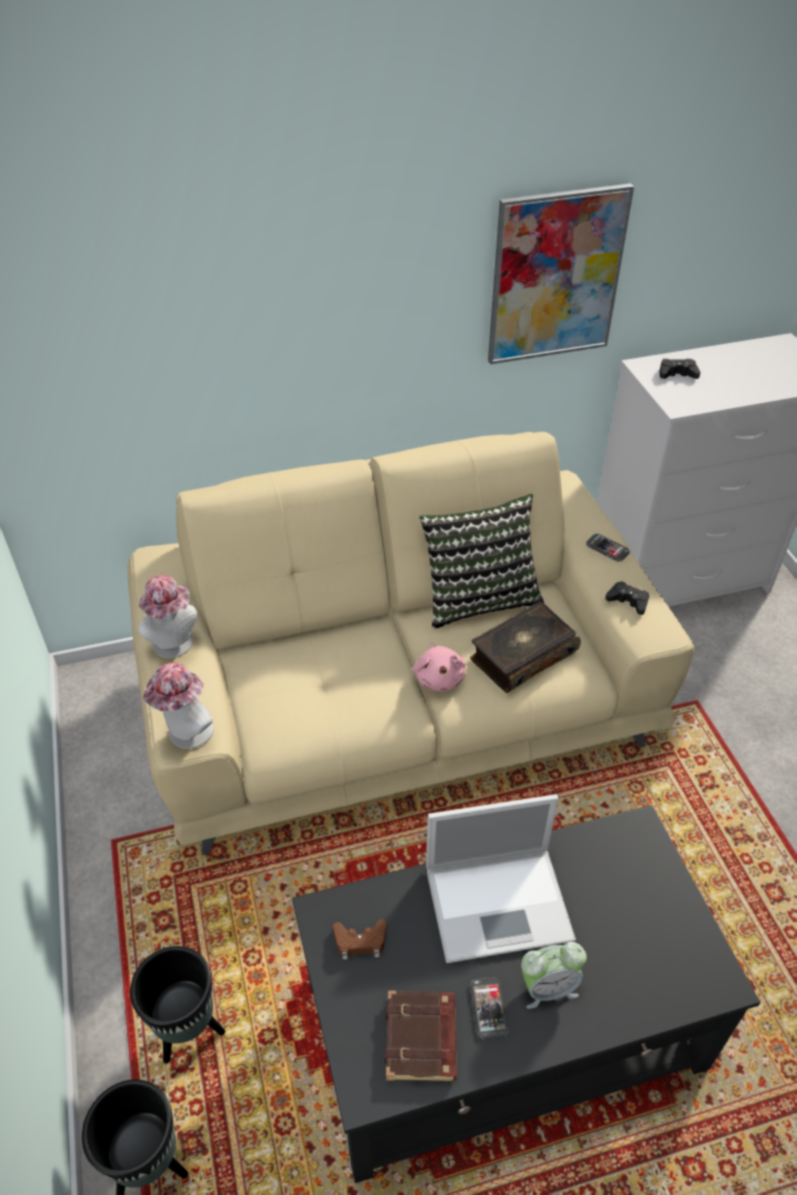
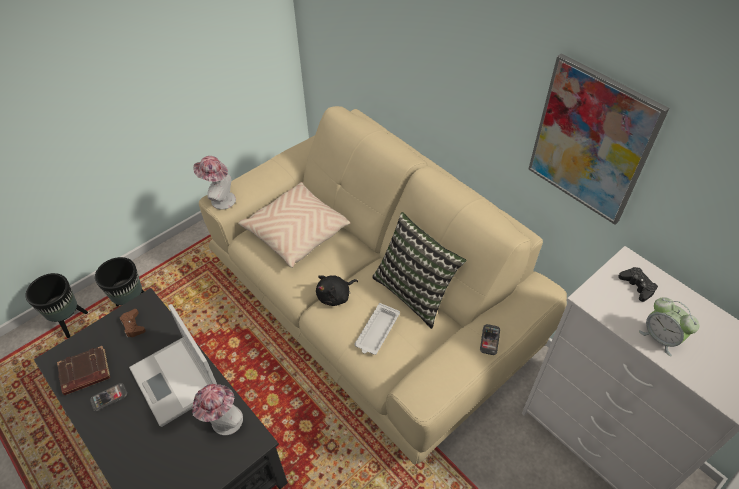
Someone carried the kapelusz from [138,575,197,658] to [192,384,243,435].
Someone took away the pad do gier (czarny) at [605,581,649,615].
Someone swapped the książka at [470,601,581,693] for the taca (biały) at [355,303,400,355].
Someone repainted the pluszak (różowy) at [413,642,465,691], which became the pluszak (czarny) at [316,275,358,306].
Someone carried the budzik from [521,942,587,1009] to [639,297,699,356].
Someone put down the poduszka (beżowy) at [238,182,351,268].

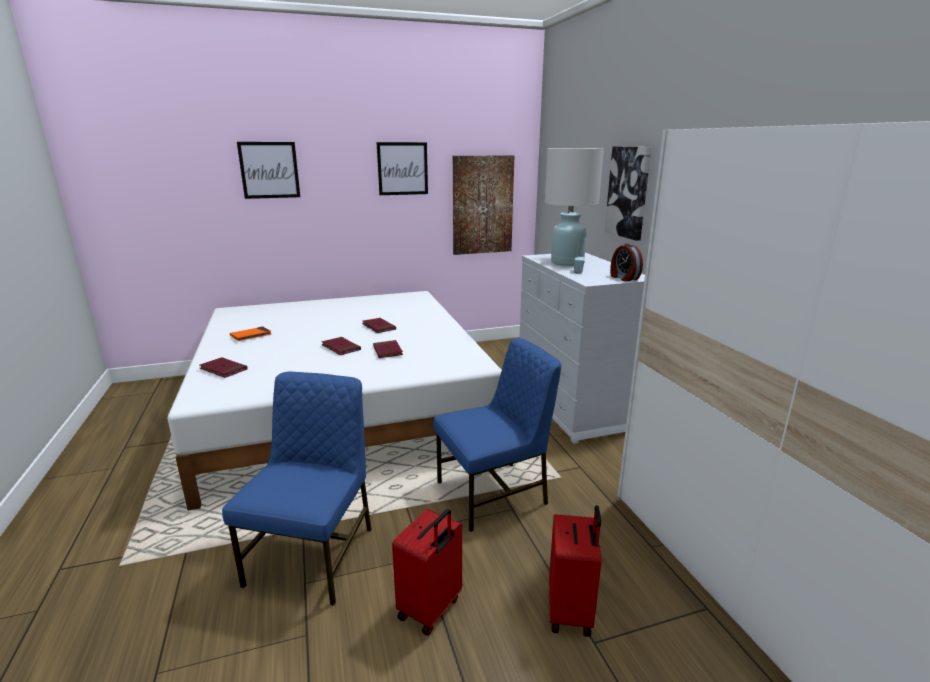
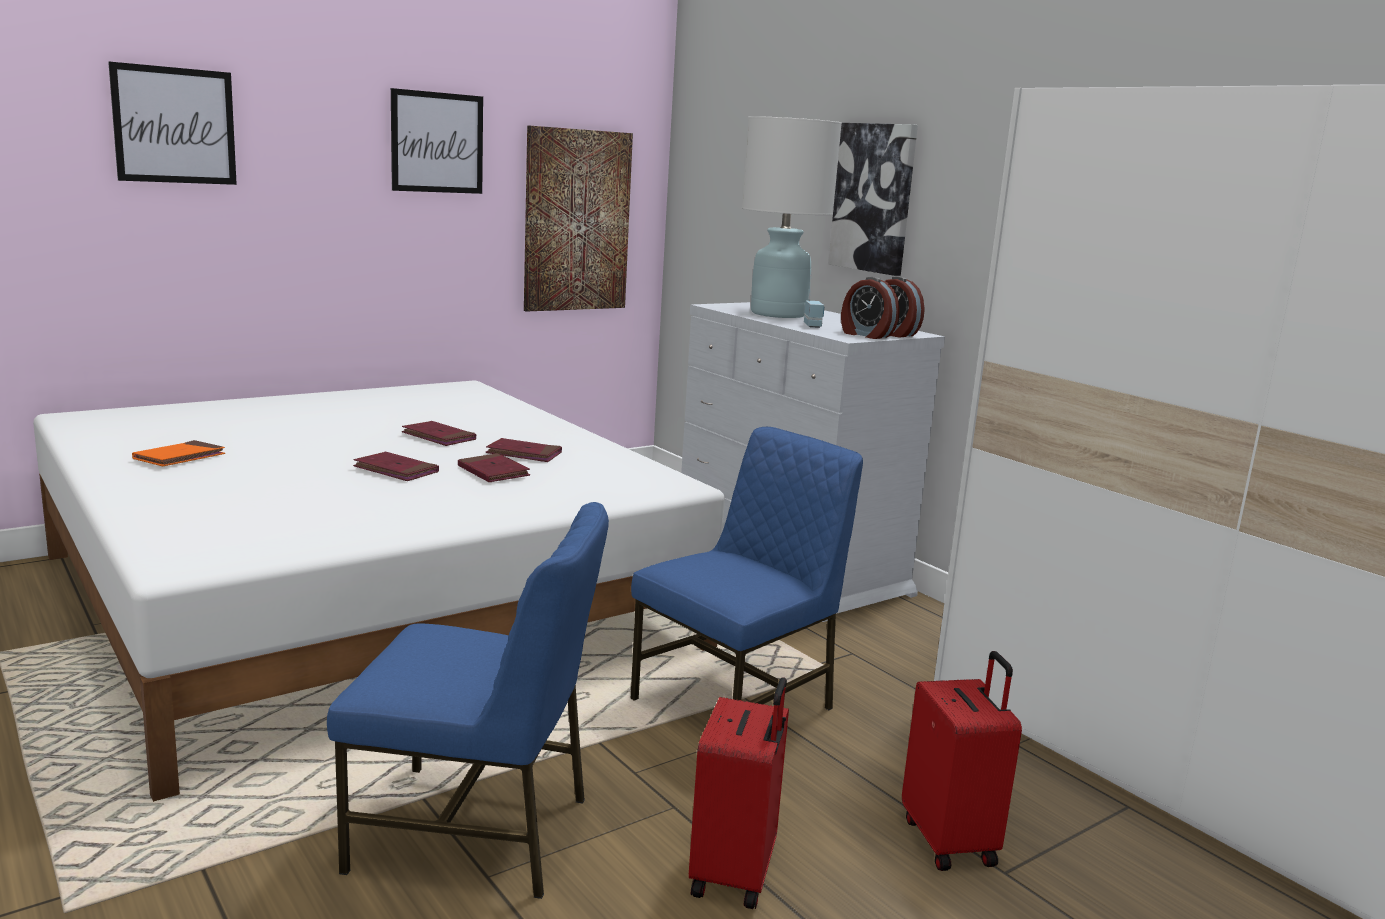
Someone carried the książka (czerwony) from [200,357,248,378] to [485,438,562,462].
Someone rotated the krzesło (niebieski) at [222,372,372,606] by 105 degrees clockwise.
Someone put down the budzik at [841,277,900,339].

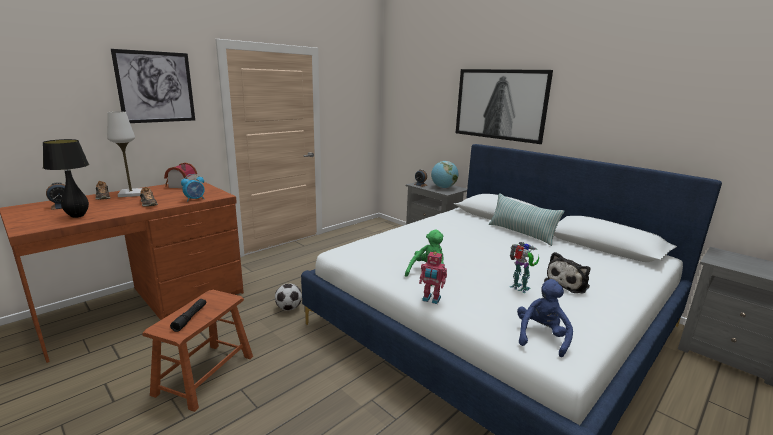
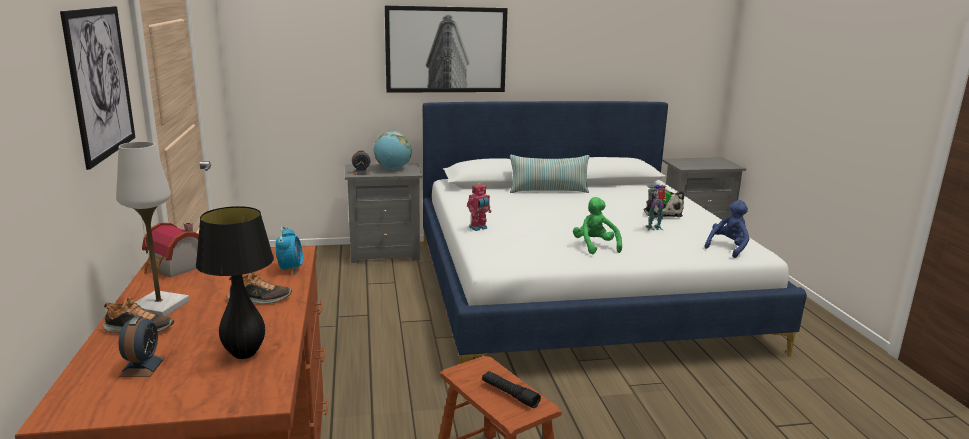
Someone carried the robot zabawkowy from [419,251,447,304] to [467,183,492,231].
Someone rotated the pluszak (niebieski) at [517,279,573,357] by 75 degrees clockwise.
Someone took away the piłka futbolowa at [275,284,302,311].

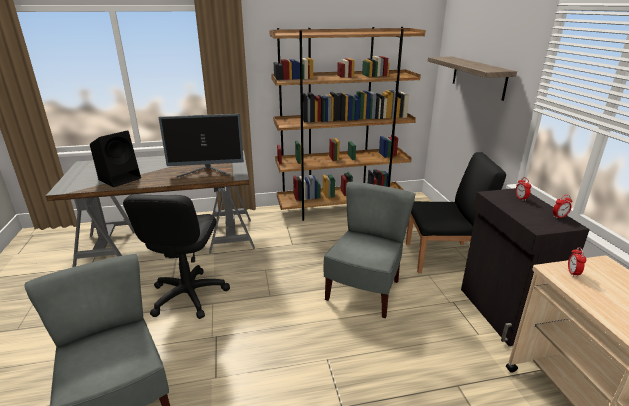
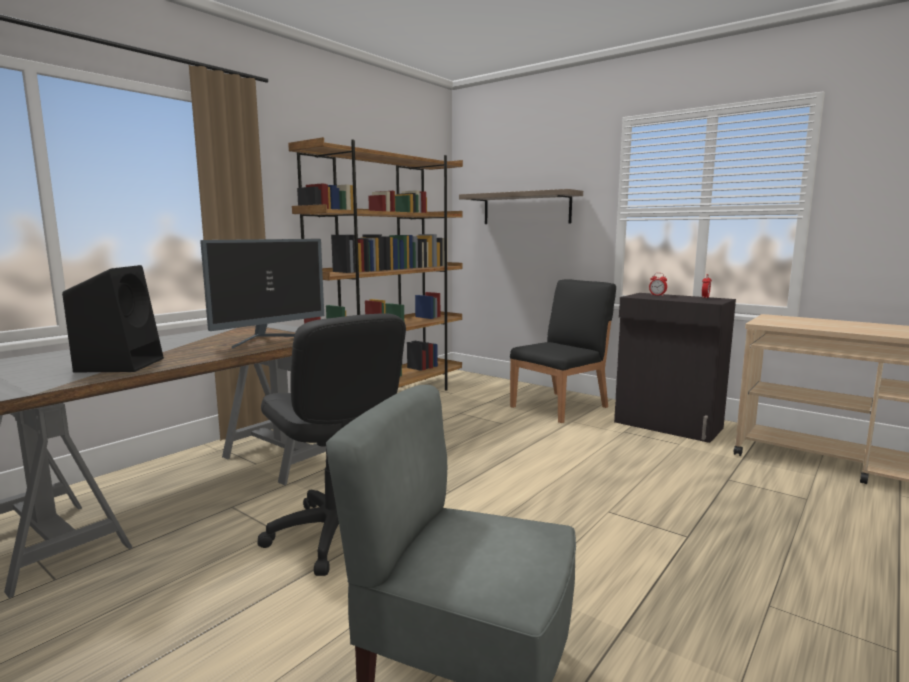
Someone took away the krzesło (szary) at [324,182,415,318].
Someone took away the budzik at [568,247,586,278].

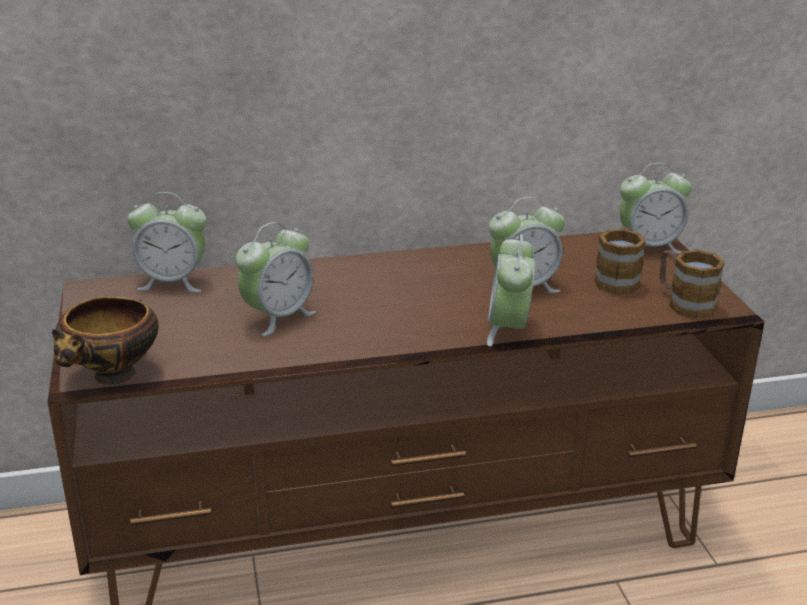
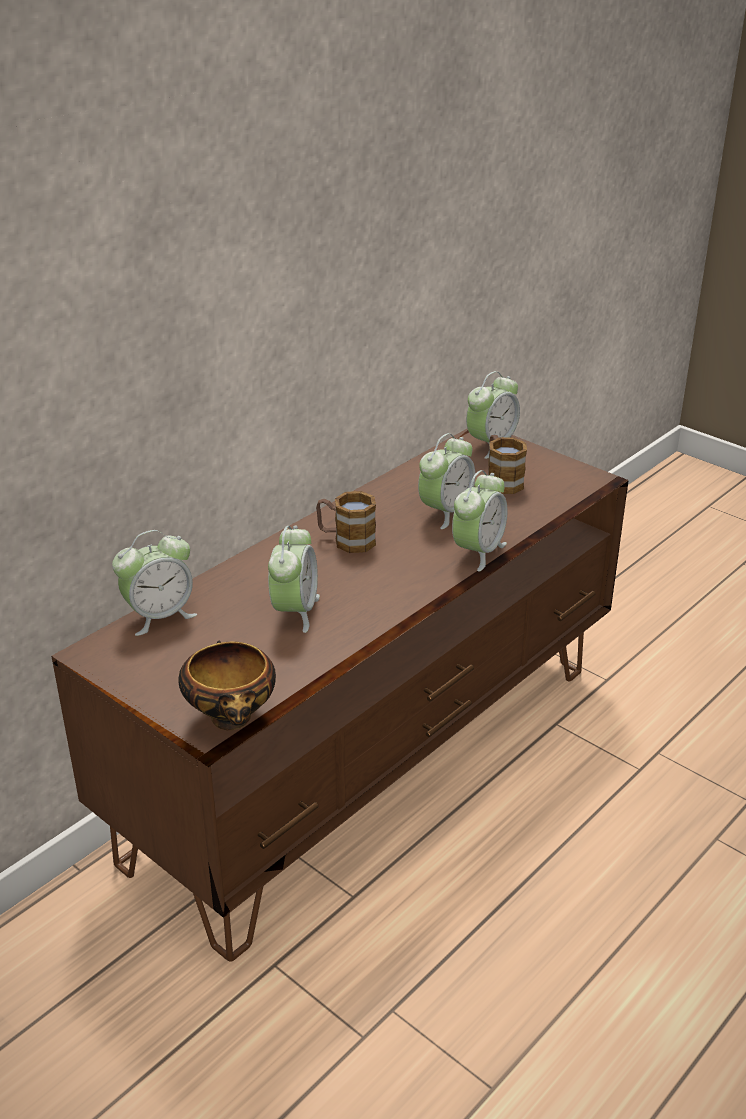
Someone rotated the budzik at [487,234,535,346] by 120 degrees counterclockwise.
Someone carried the kubek from [659,250,725,319] to [316,491,376,553].

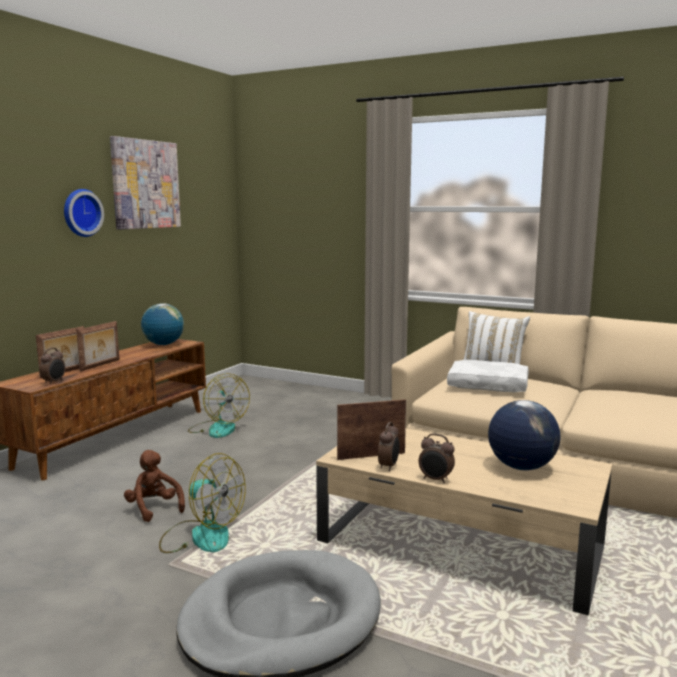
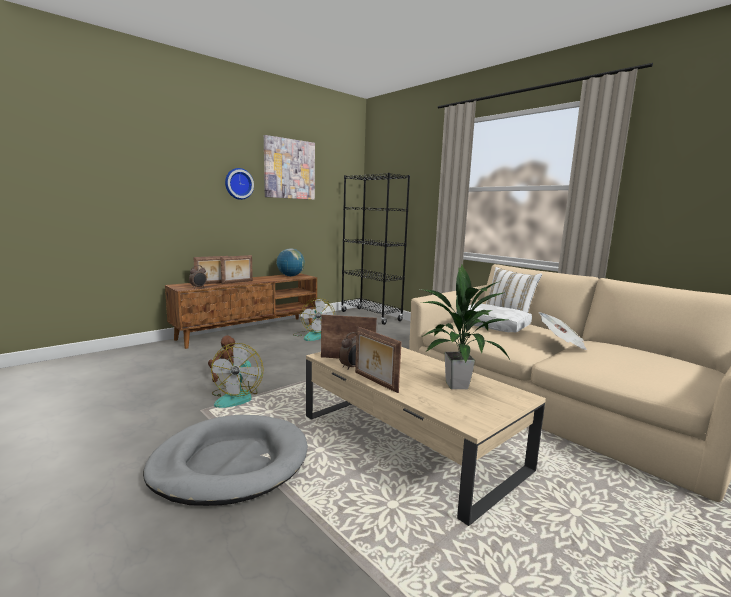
Someone swapped the globus at [488,400,561,470] for the roślina doniczkowa at [420,265,512,389].
Someone swapped the budzik at [419,433,455,483] for the ramka na zdjęcie at [355,326,401,393].
Someone rotated the wentylator at [159,453,246,553] by 45 degrees clockwise.
Someone put down the regał (czarny) at [341,173,410,325].
Someone put down the gazeta at [538,312,587,350].

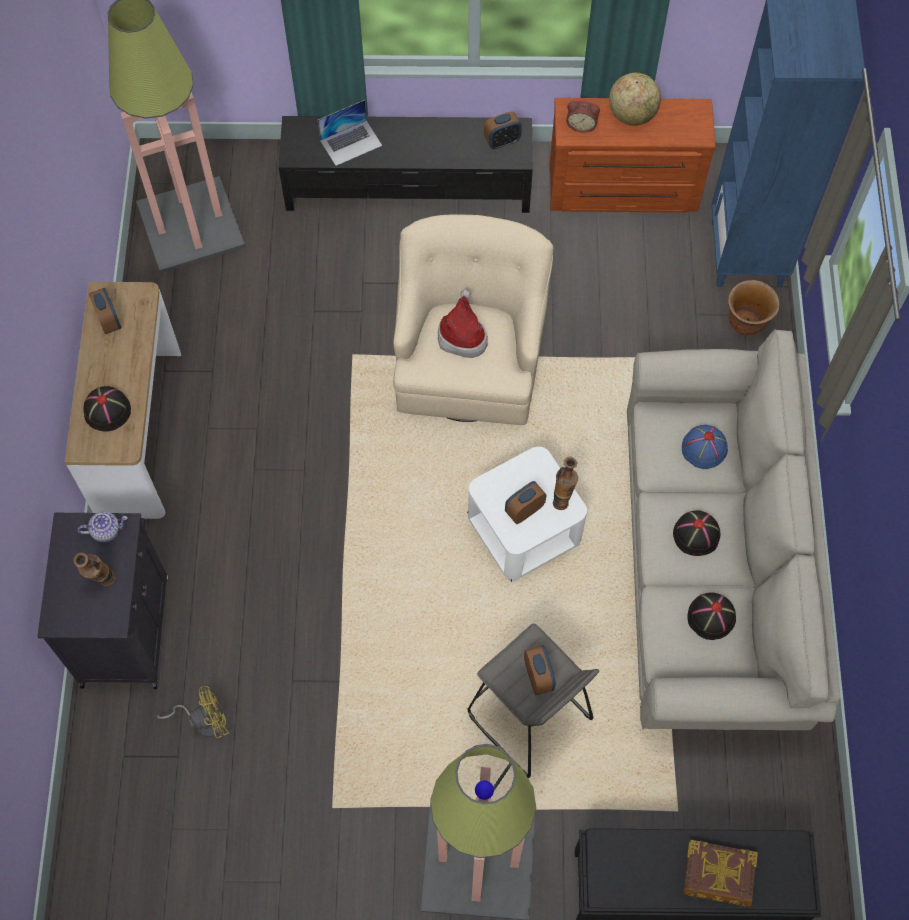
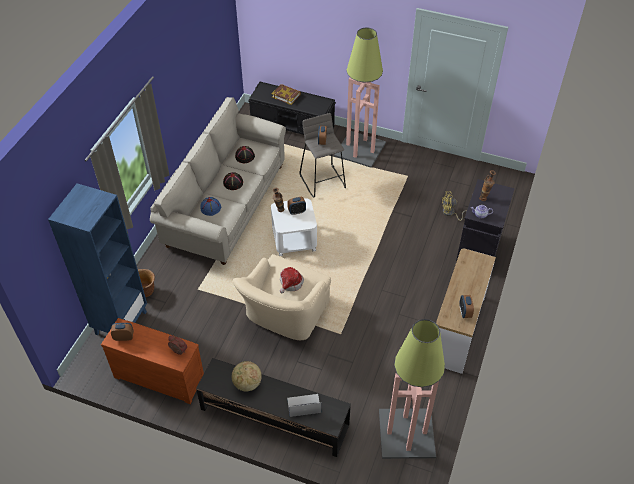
Someone carried the globus from [609,73,661,126] to [232,361,262,391].
Someone carried the budzik from [484,111,522,149] to [111,323,134,341].
Someone took away the kapelusz (czarny) at [83,386,131,431].

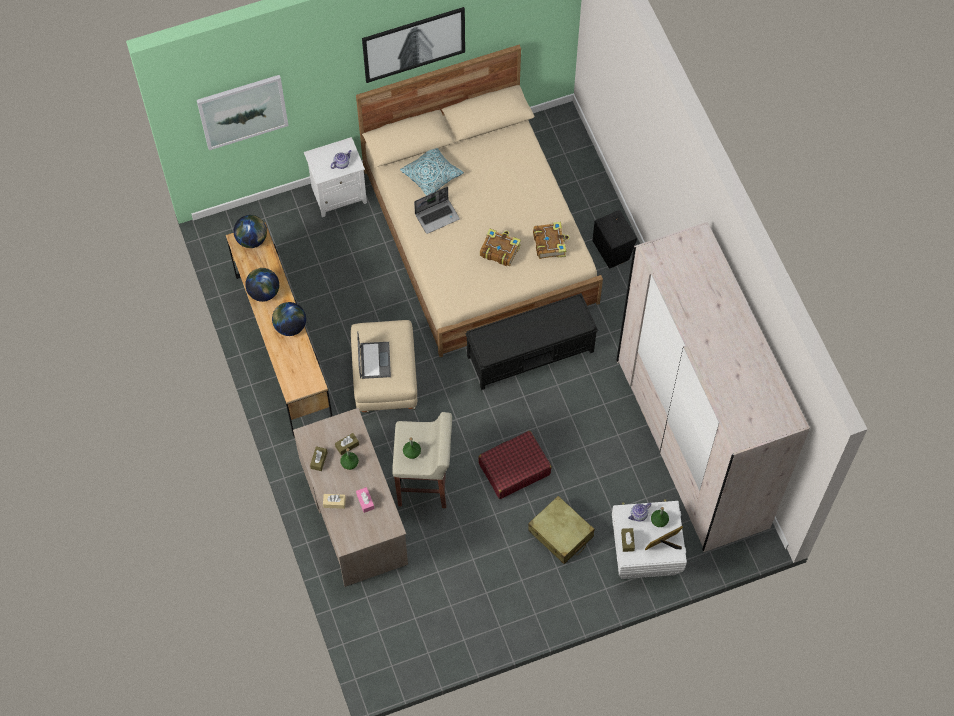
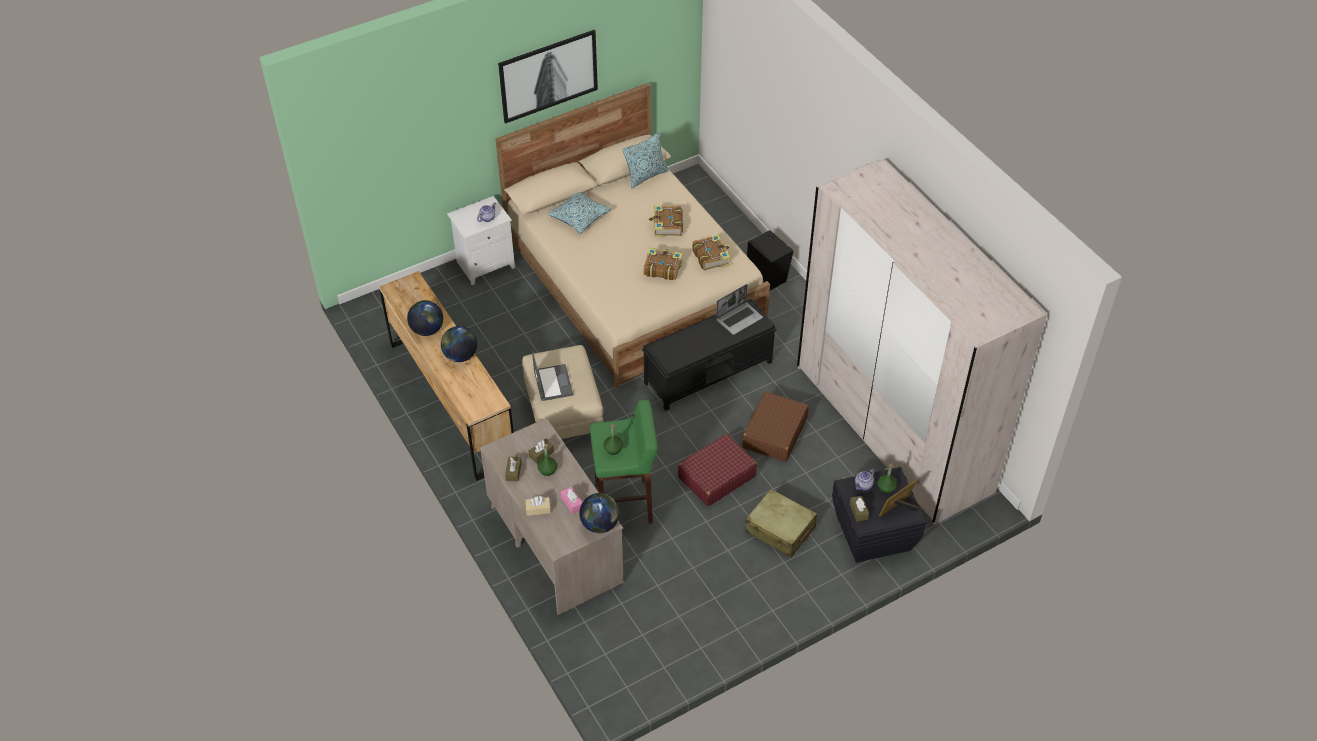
Someone took away the obraz at [197,75,289,150].
Someone carried the laptop from [414,186,460,234] to [716,284,763,335].
Someone carried the globus from [234,215,267,248] to [579,493,619,533].
Someone repainted the stołek (beżowy) at [392,412,452,508], which became the stołek (zielony) at [590,400,658,524].
Someone repainted the pojemnik do przechowywania (biały) at [612,499,687,579], which became the pojemnik do przechowywania (czarny) at [832,467,926,563].
Someone put down the poduszka at [623,131,669,189].
Someone put down the książka at [648,205,683,237].
Someone put down the walizka (brązowy) at [742,392,809,462].

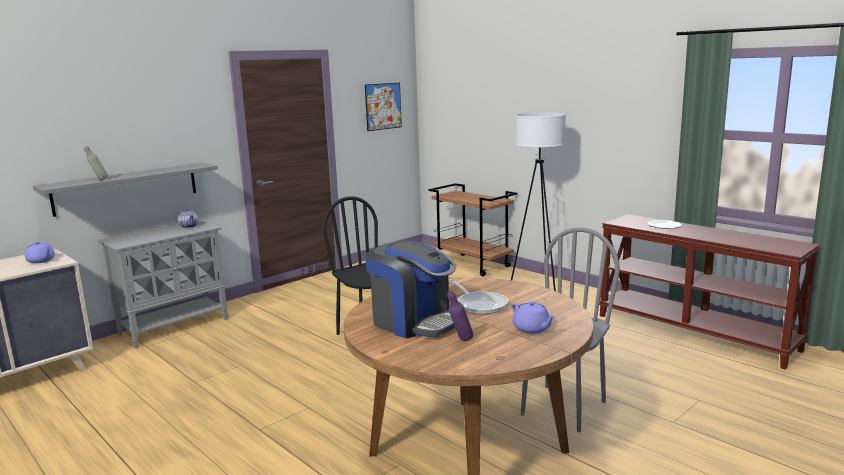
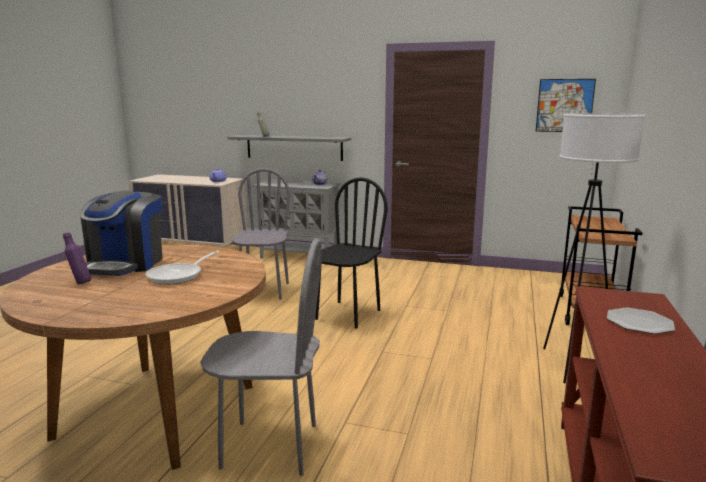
Someone took away the imbryk (fioletowy) at [512,301,555,334].
Someone put down the krzesło (szary) at [232,168,290,299].

